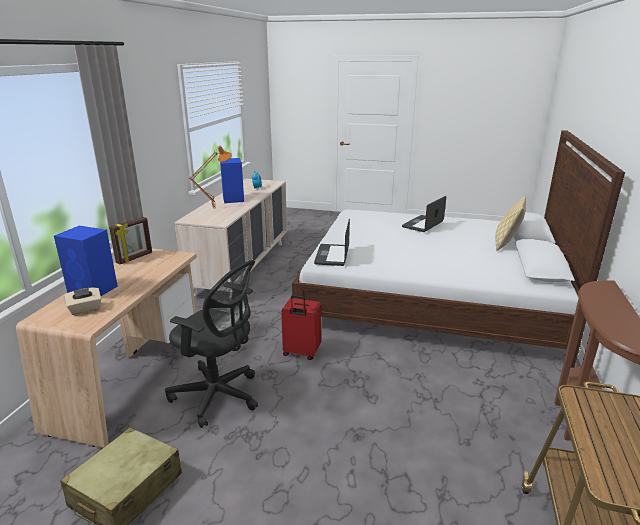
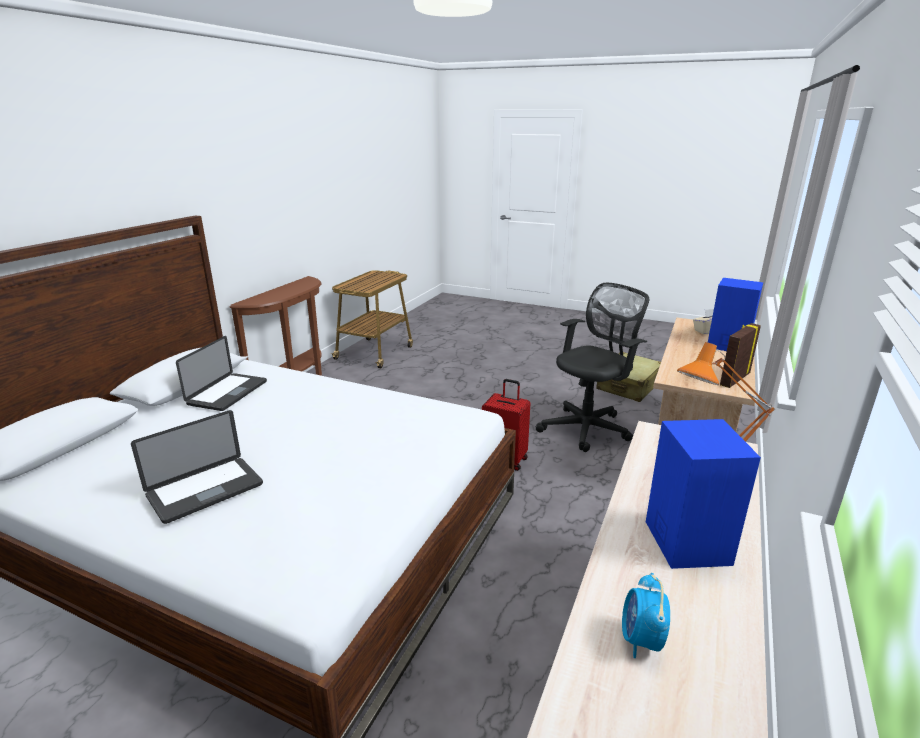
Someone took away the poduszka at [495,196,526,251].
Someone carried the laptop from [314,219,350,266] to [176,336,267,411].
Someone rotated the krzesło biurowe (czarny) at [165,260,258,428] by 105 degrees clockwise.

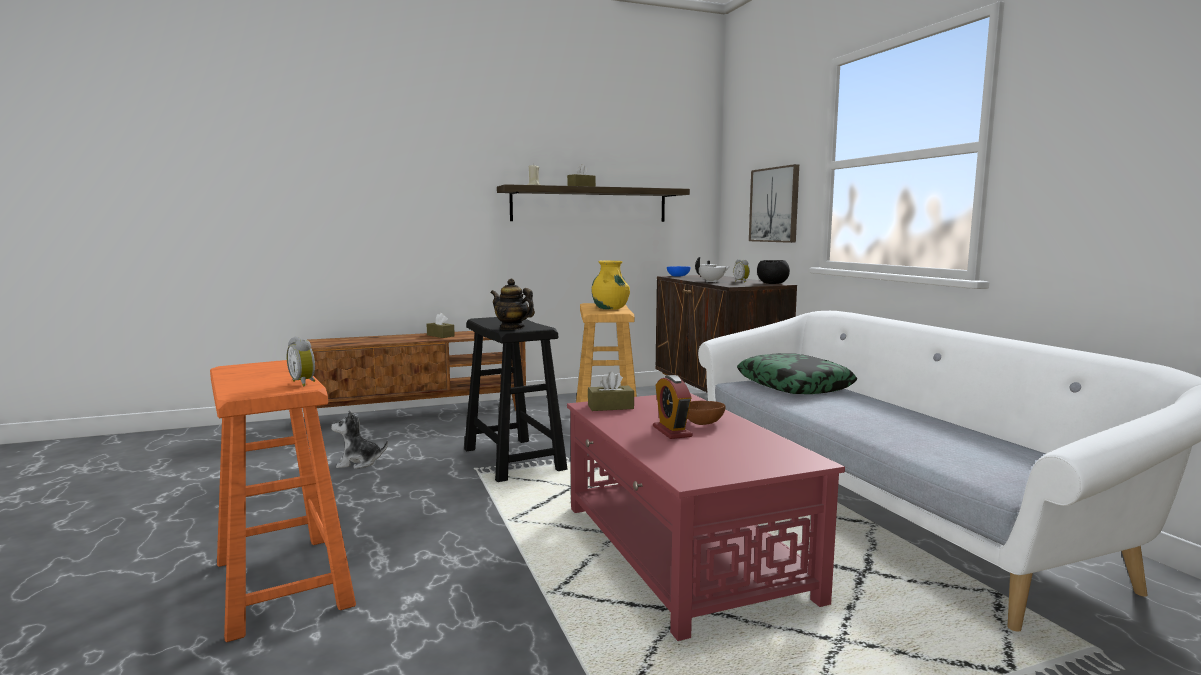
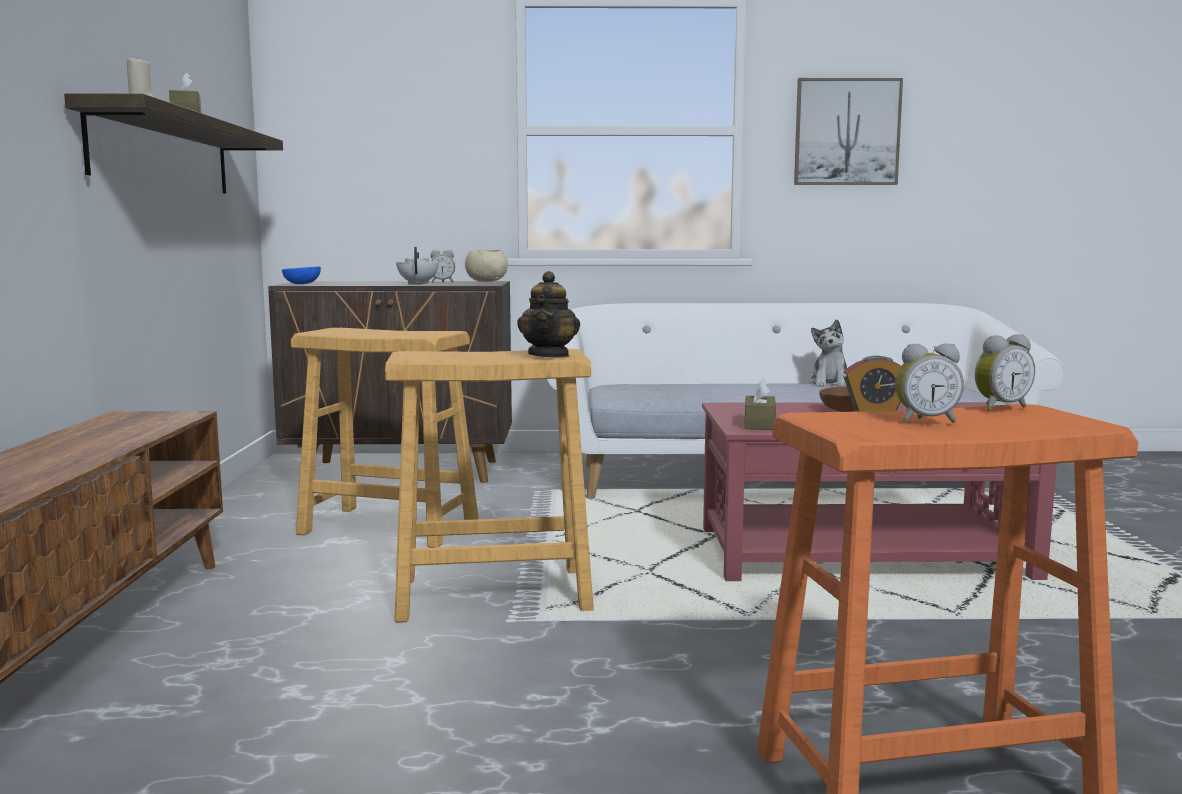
Someone carried the obraz from [749,164,799,243] to [794,78,903,185].
Someone took away the wazon (żółty) at [591,260,630,310].
Someone repainted the miska (czarny) at [757,260,790,284], which became the miska (beżowy) at [465,250,508,282].
Someone rotated the imbryk at [491,279,535,330] by 45 degrees counterclockwise.
Someone took away the pudełko chusteczek (brązowy) at [427,313,455,338].
Someone repainted the stołek (czarny) at [464,317,568,482], which became the stołek (beżowy) at [385,349,594,623].
Someone took away the poduszka at [737,353,857,394].
Someone carried the pluszak from [331,410,388,469] to [809,320,847,387].
Someone put down the budzik at [895,344,964,423].

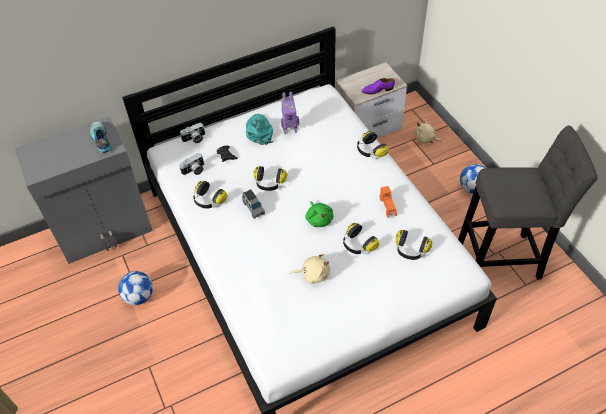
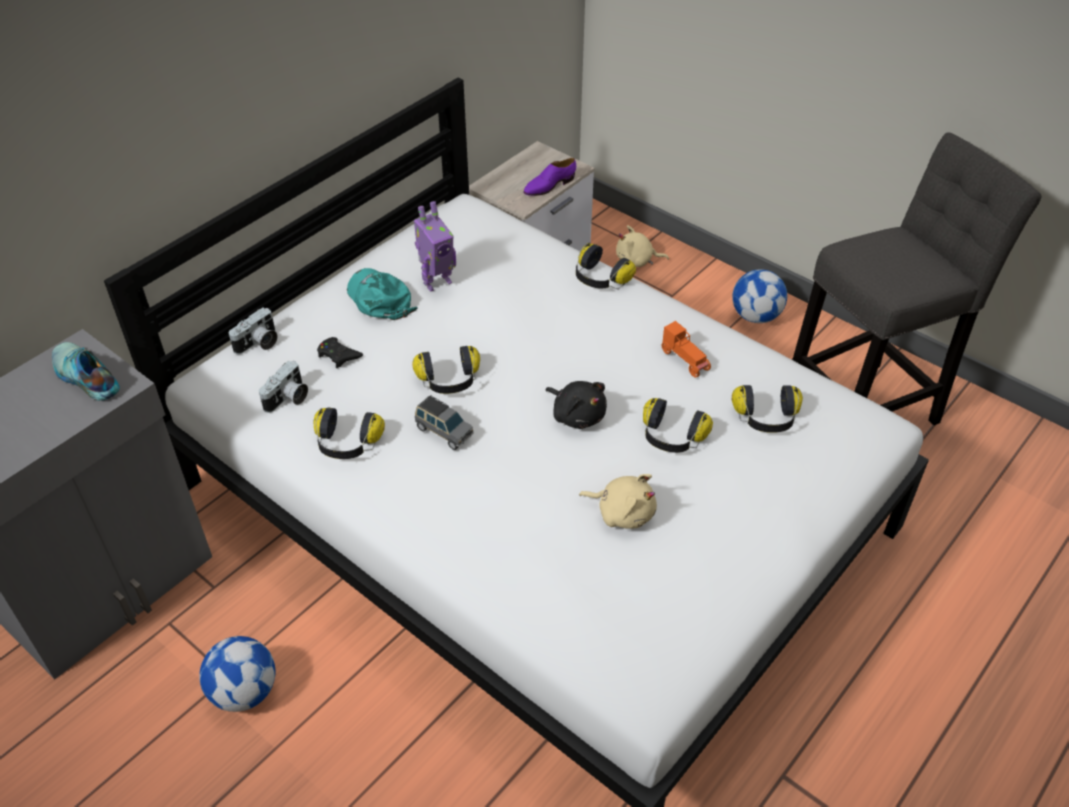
Someone repainted the pluszak (zielony) at [305,201,333,227], which became the pluszak (czarny) at [546,381,607,429].
Someone rotated the pluszak (beżowy) at [290,253,330,284] by 45 degrees clockwise.

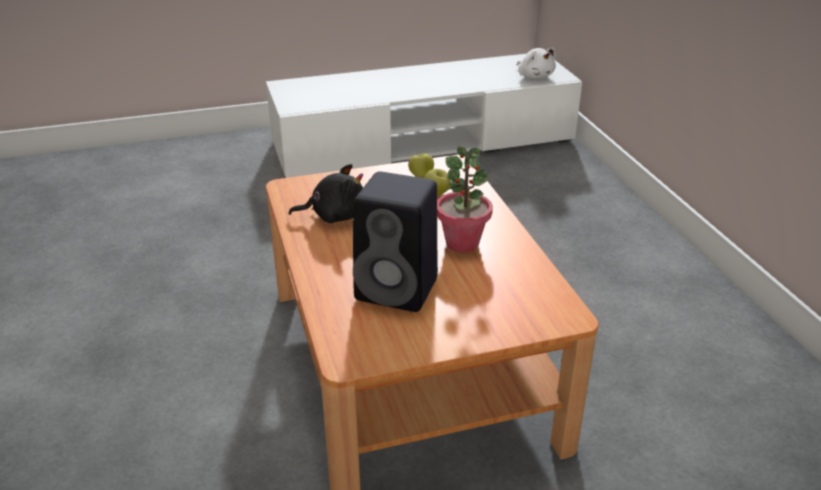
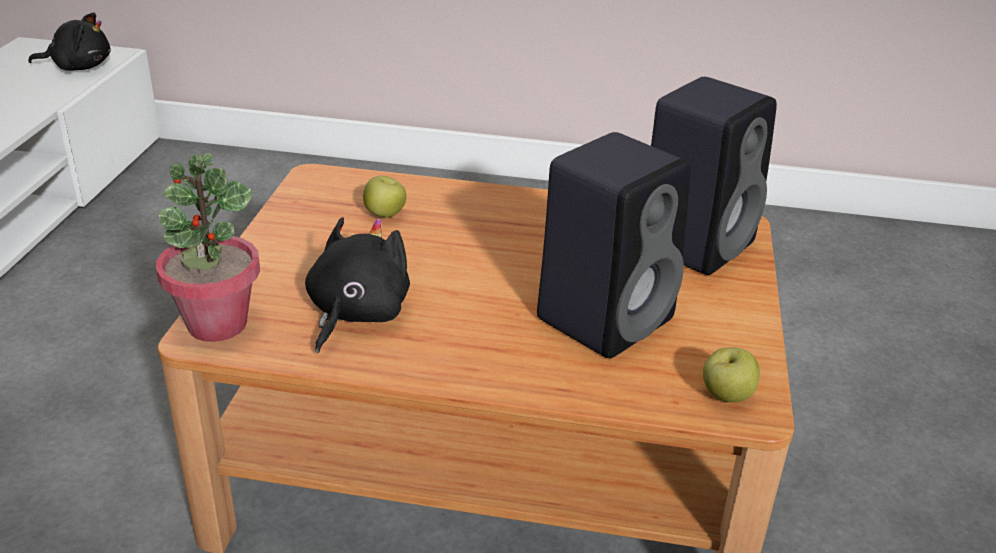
Someone repainted the pluszak (biały) at [517,48,556,79], which became the pluszak (czarny) at [28,12,111,71].
Someone carried the roślina doniczkowa from [437,147,493,253] to [156,153,260,342].
Someone carried the jabłko from [408,153,434,178] to [703,347,760,402].
Someone put down the głośnik (czarny) at [651,77,777,275].

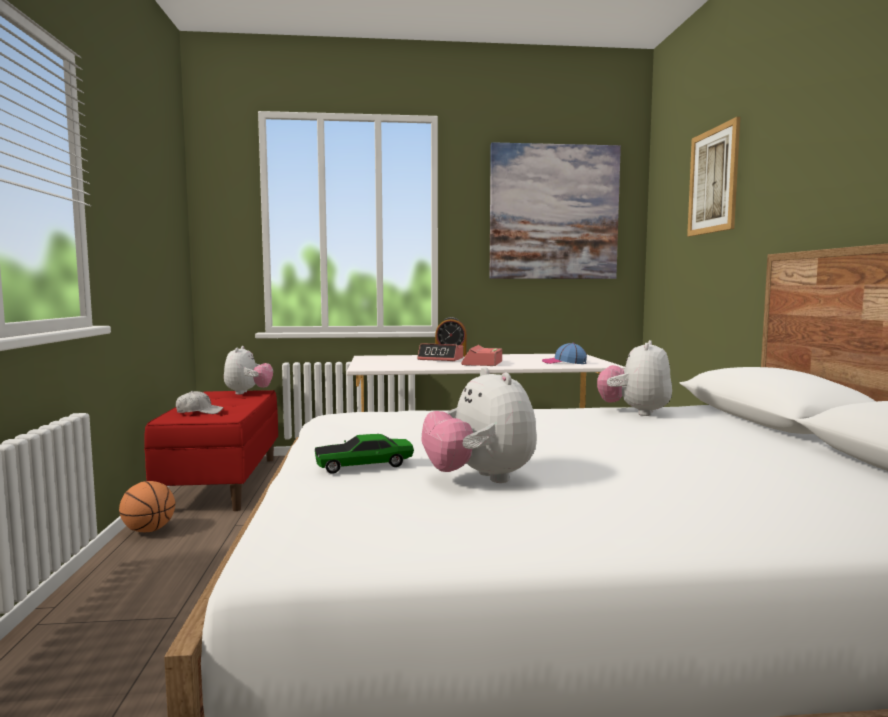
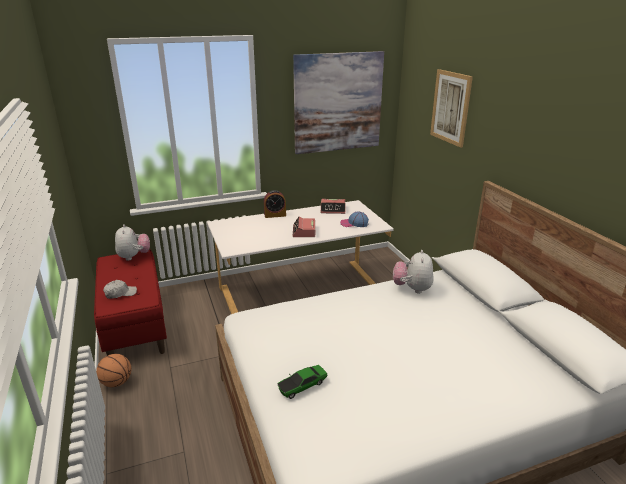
Someone carried the budzik from [417,343,463,361] to [321,199,346,214].
Someone took away the pluszak at [422,367,537,483].

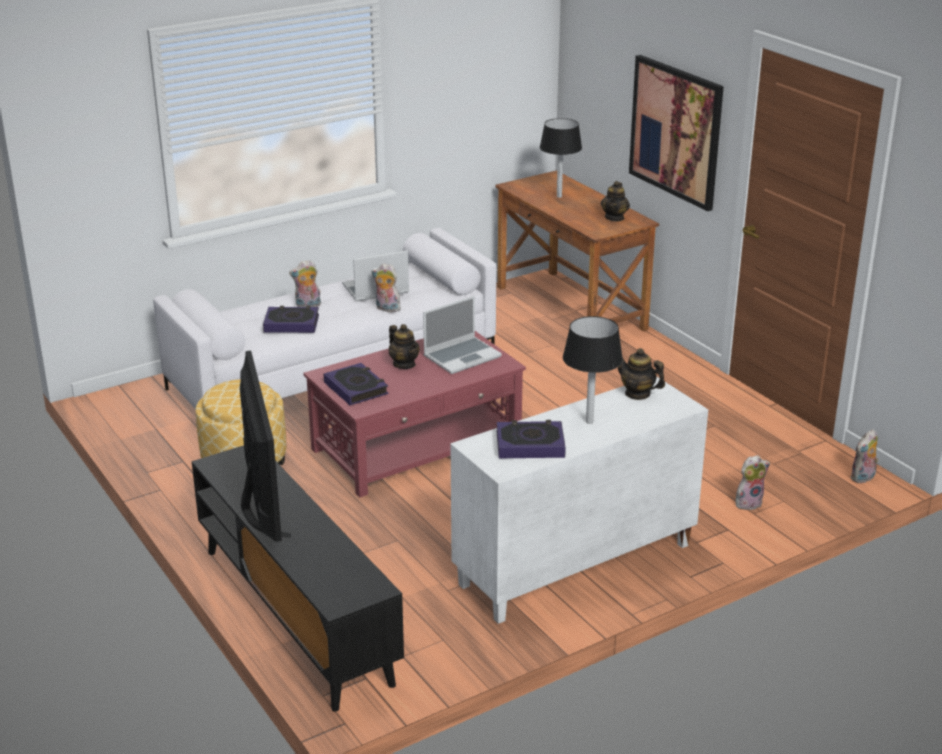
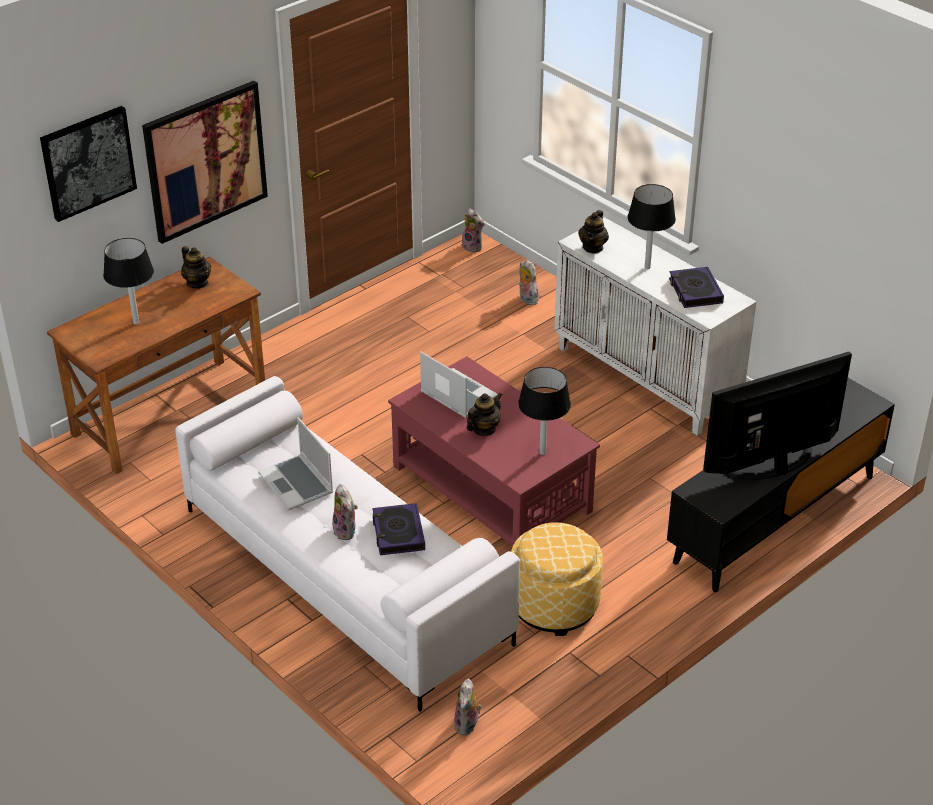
Someone rotated the imbryk at [601,181,630,221] by 45 degrees clockwise.
Someone carried the pluszak from [372,263,404,312] to [454,679,482,736].
Someone swapped the książka at [324,363,388,405] for the lampa stołowa (czarny) at [518,367,571,455].
Someone put up the obraz at [40,106,137,222].

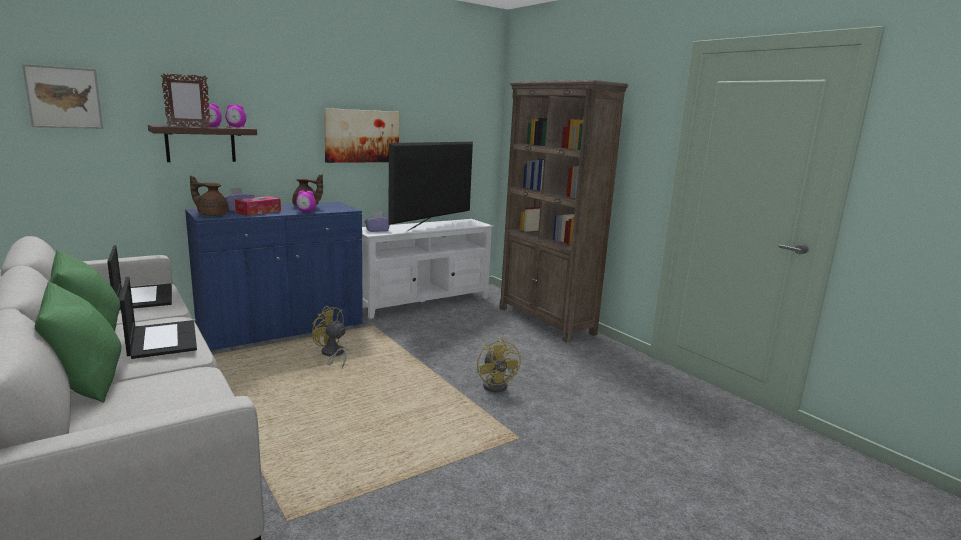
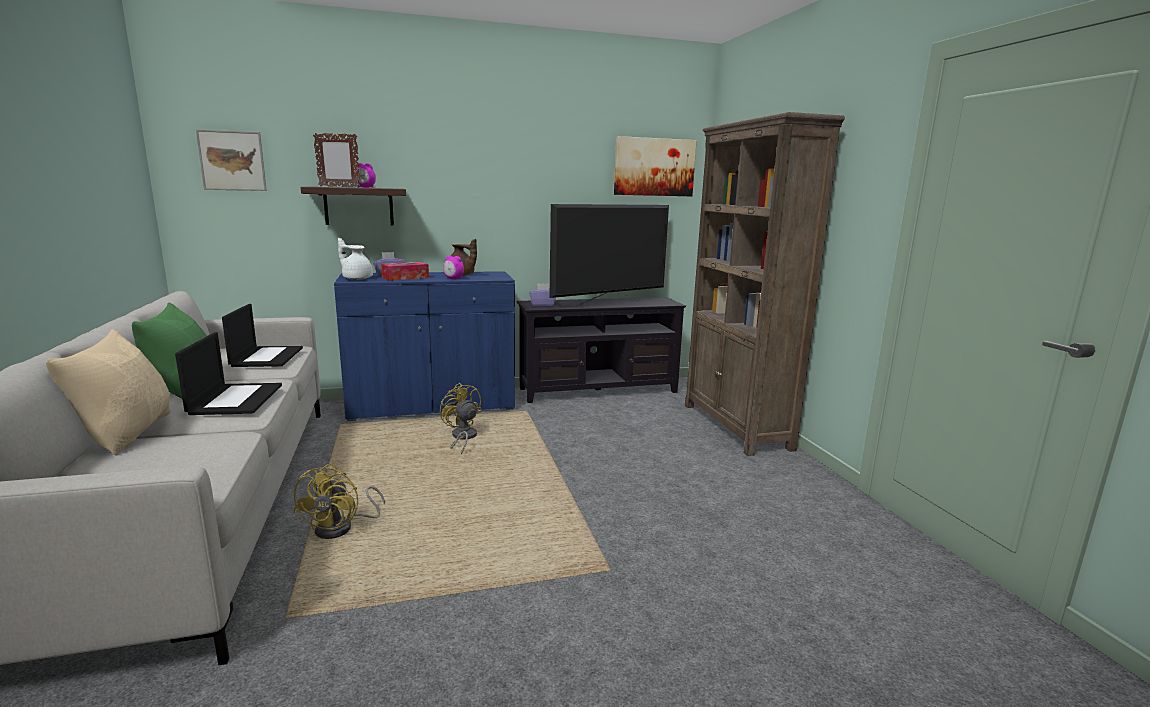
Someone took away the budzik at [225,104,246,127].
Someone carried the obraz from [324,108,399,163] to [614,136,697,196].
Someone repainted the imbryk (brązowy) at [190,176,229,216], which became the imbryk (biały) at [338,238,373,280].
Someone repainted the szafka pod telewizor (biały) at [362,219,493,319], which became the szafka pod telewizor (czarny) at [517,297,686,403].
Someone repainted the poduszka (zielony) at [35,282,122,403], which became the poduszka (beżowy) at [46,329,171,456].
Someone carried the wentylator (żółty) from [477,338,521,393] to [293,464,385,539].

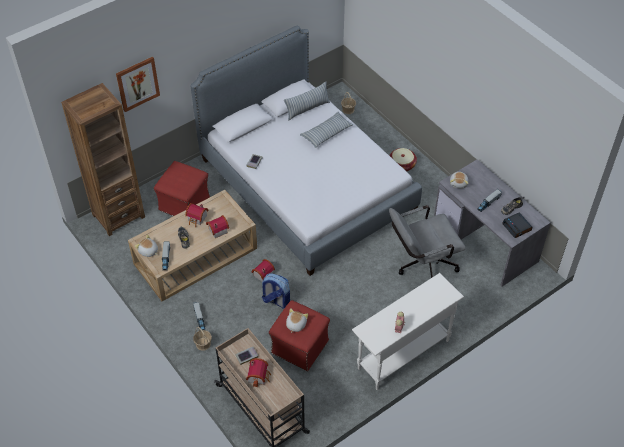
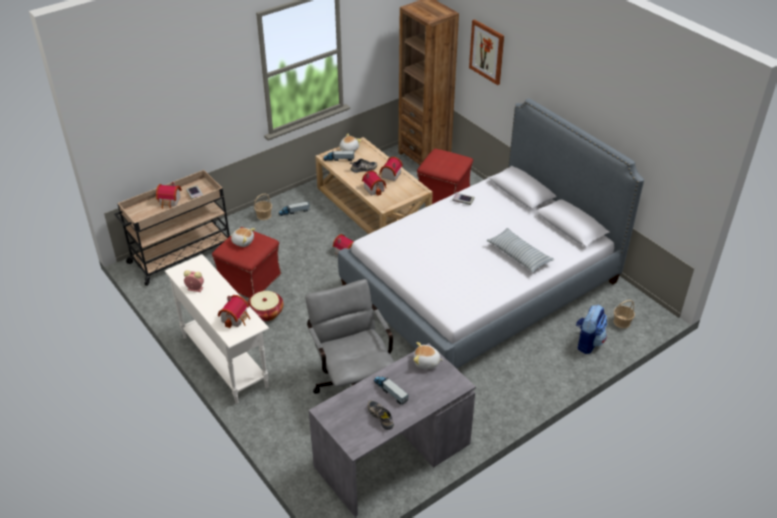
Someone took away the poduszka at [284,82,330,120].
Someone carried the koszyk from [389,148,417,171] to [247,291,284,321].
Someone took away the budzik at [502,212,532,238].
Someone carried the plecak from [262,273,290,309] to [576,305,607,354].
Someone put down the domek at [218,295,250,328].

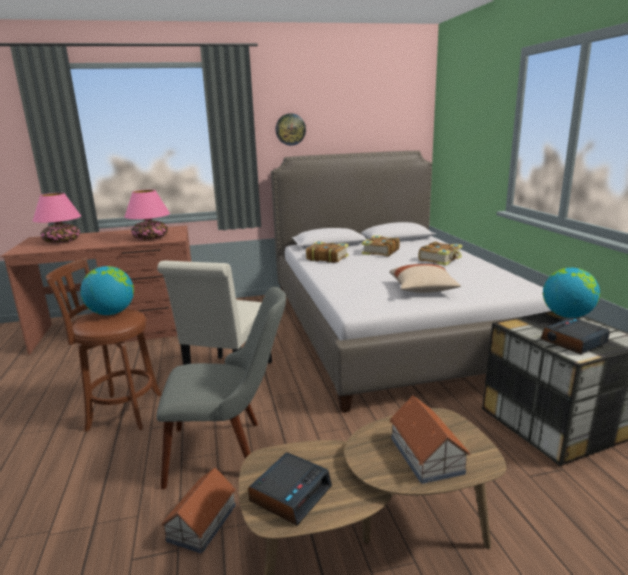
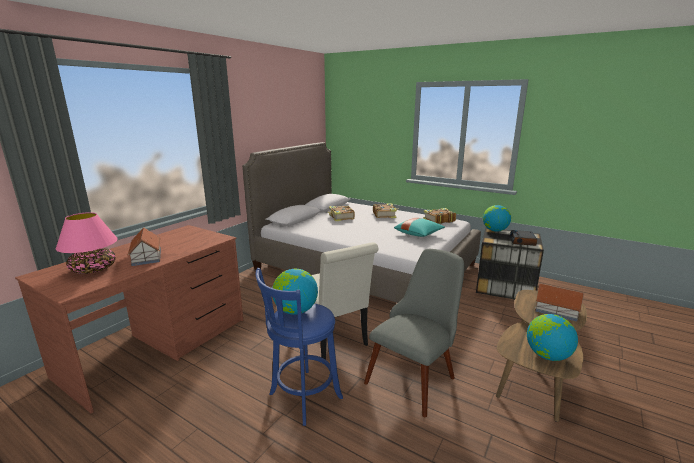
Someone took away the zegar ścienny at [275,113,306,146].
Someone took away the lampa stołowa (różowy) at [124,190,170,240].
Someone carried the książka from [306,242,349,263] to [423,208,456,224].
Someone repainted the stołek (brązowy) at [46,257,162,432], which became the stołek (niebieski) at [256,268,343,426].
Someone repainted the poduszka (beżowy) at [389,264,461,293], which became the poduszka (turkusowy) at [394,218,445,237].
Someone swapped the budzik at [248,452,332,526] for the globus at [527,314,578,361].
Someone carried the domek from [160,467,236,554] to [127,227,161,266].

